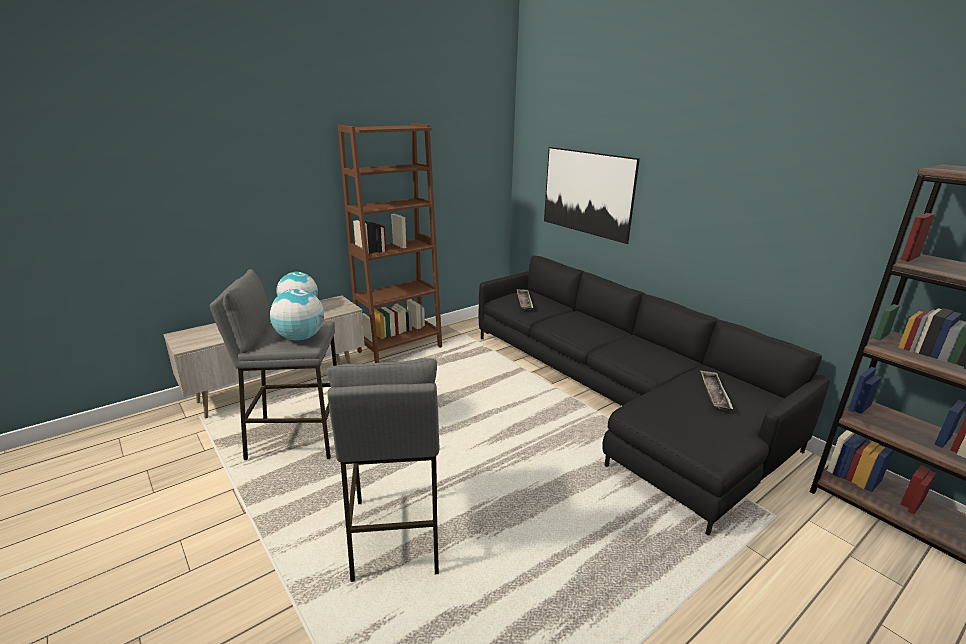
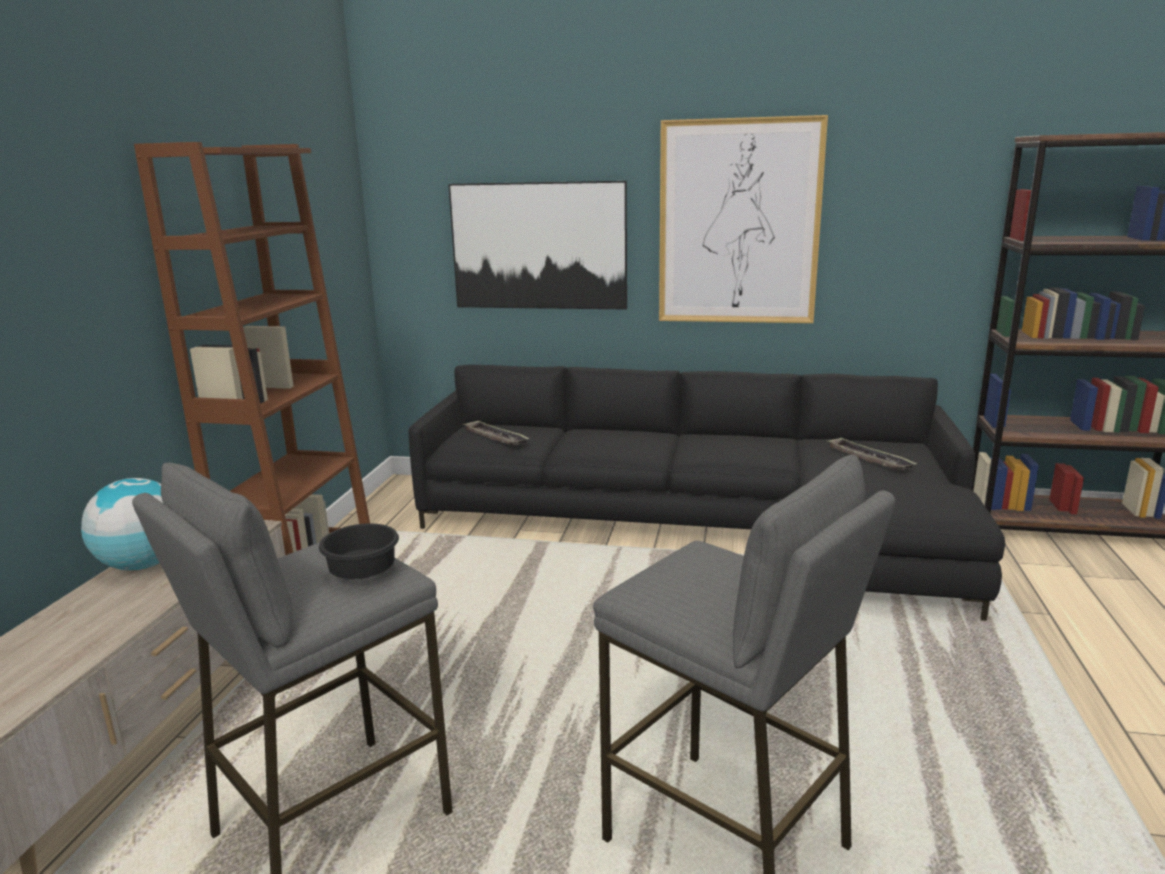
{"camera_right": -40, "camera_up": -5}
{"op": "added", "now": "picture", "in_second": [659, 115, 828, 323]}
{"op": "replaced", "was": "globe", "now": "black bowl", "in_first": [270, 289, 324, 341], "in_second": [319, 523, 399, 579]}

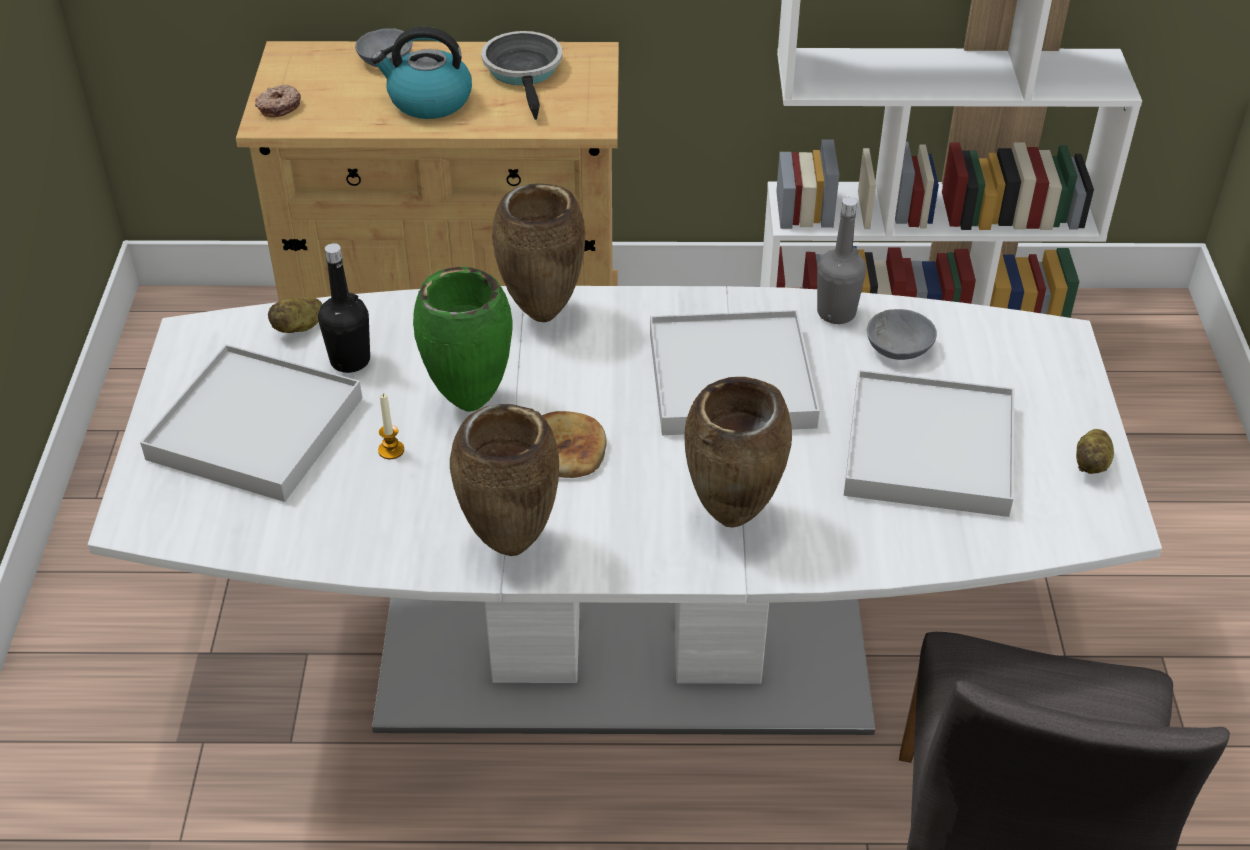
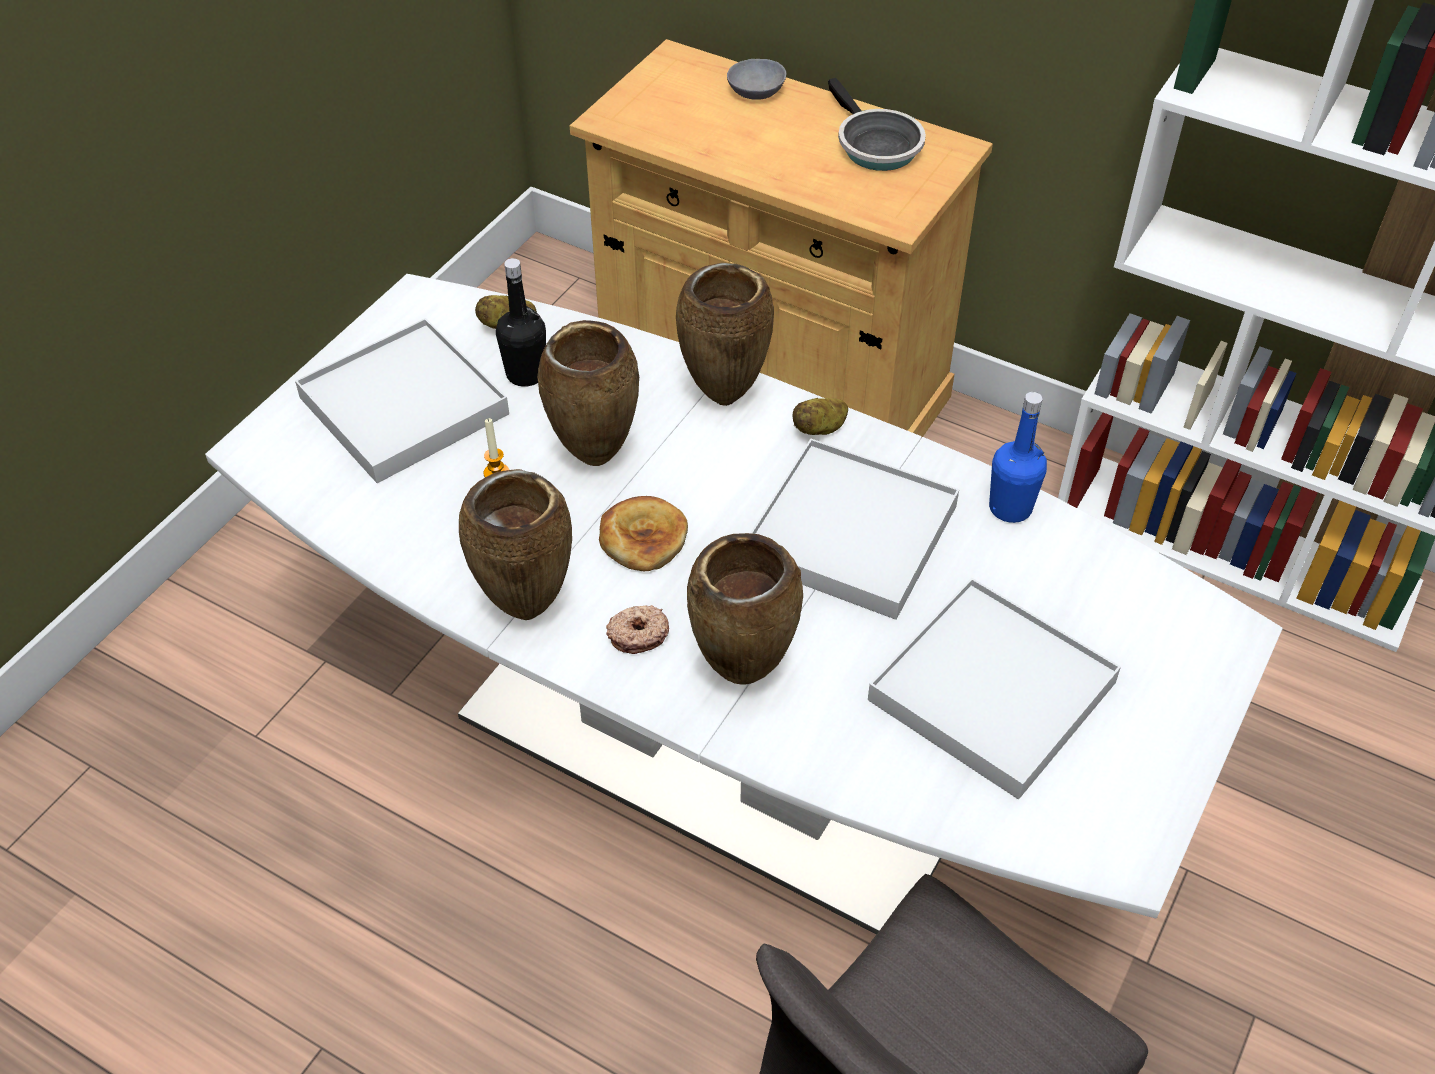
{"camera_right": 30, "camera_up": 5}
{"op": "removed", "was": "kettle", "in_first": [371, 27, 472, 119]}
{"op": "removed", "was": "grey bowl", "in_first": [867, 309, 937, 360]}
{"op": "moved", "was": "donut", "in_first": [255, 85, 301, 118], "in_second": [606, 605, 669, 654]}
{"op": "moved", "was": "potato", "in_first": [1076, 429, 1114, 474], "in_second": [793, 398, 848, 435]}
{"op": "recoloured", "was": "green vase", "now": "brown vase", "in_first": [413, 267, 513, 412], "in_second": [537, 320, 639, 466]}
{"op": "recoloured", "was": "grey bottle", "now": "blue bottle", "in_first": [817, 197, 866, 324], "in_second": [989, 392, 1047, 523]}
{"op": "turned", "was": "frying pan", "in_first": [481, 31, 562, 120], "in_second": [828, 78, 926, 171], "clockwise": 135}

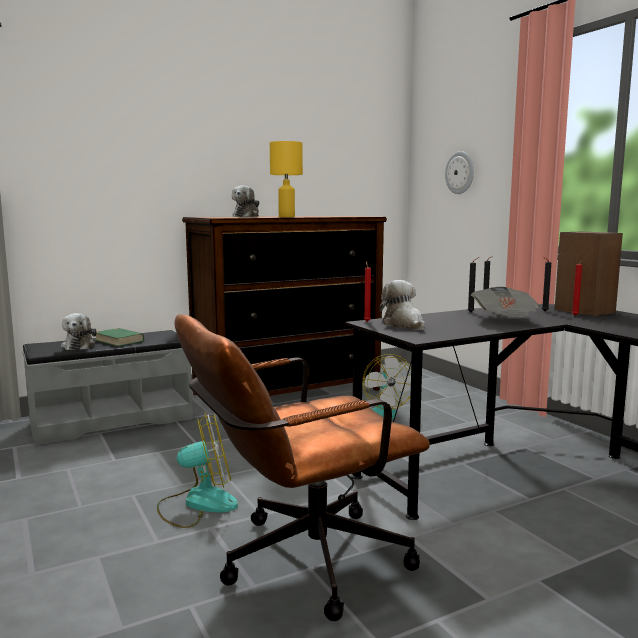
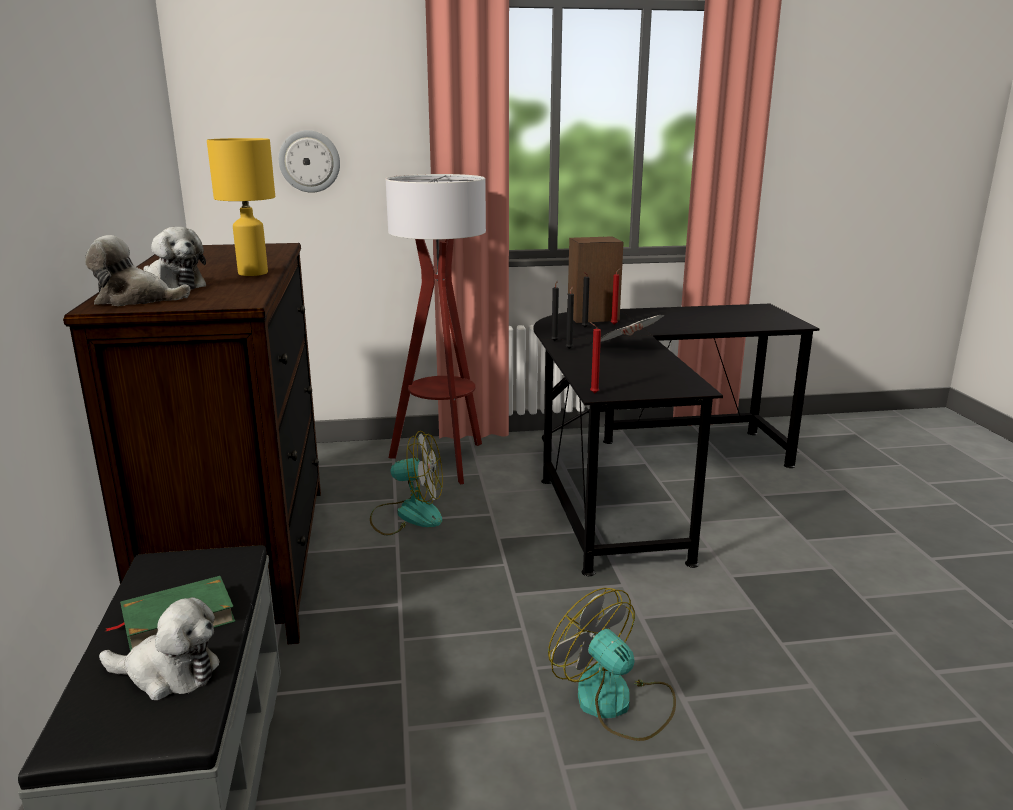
{"camera_right": -70, "camera_up": 10}
{"op": "removed", "was": "brown office chair", "in_first": [174, 314, 430, 621]}
{"op": "added", "now": "floor lamp", "in_second": [386, 174, 486, 484]}
{"op": "moved", "was": "plush toy", "in_first": [380, 280, 425, 330], "in_second": [85, 235, 191, 306]}
{"op": "turned", "was": "fan", "in_first": [157, 412, 238, 528], "in_second": [548, 588, 676, 741], "clockwise": -45}

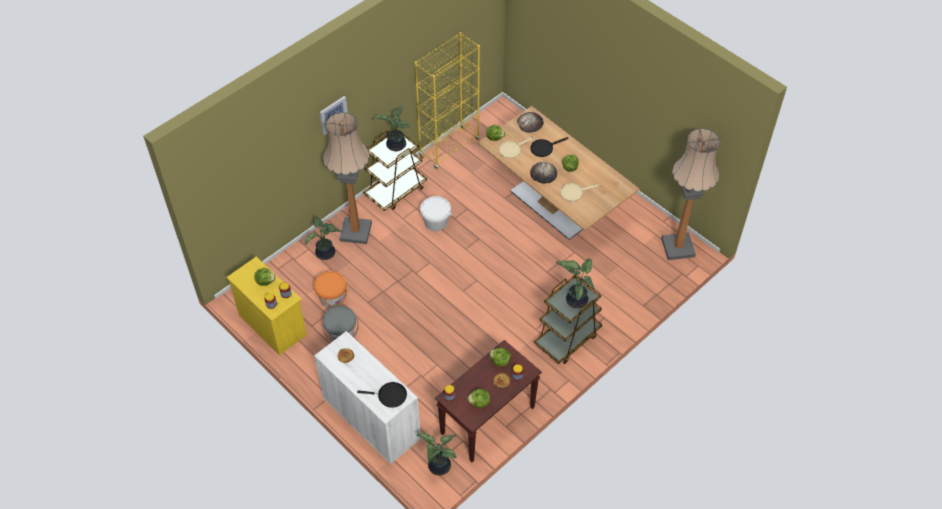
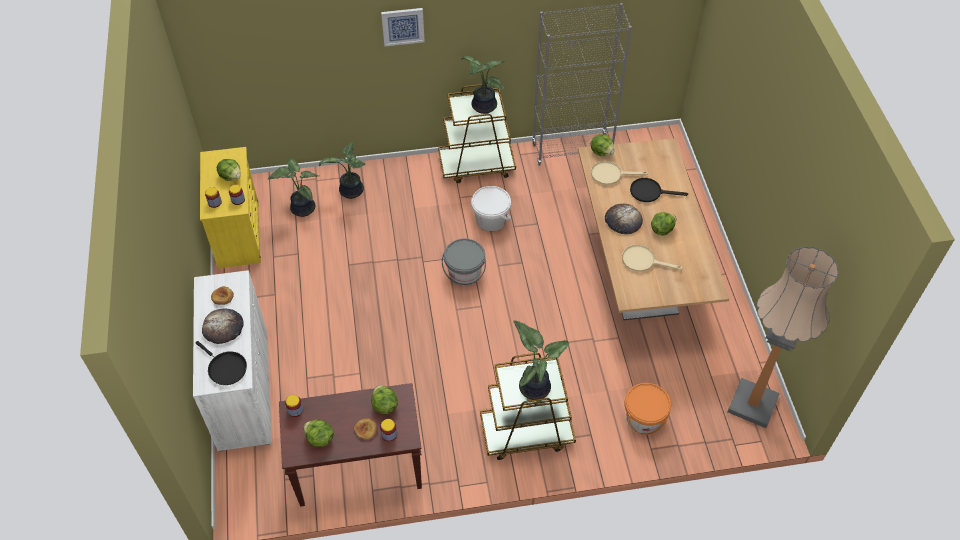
{"camera_right": 35, "camera_up": 0}
{"op": "removed", "was": "floor lamp", "in_first": [323, 112, 372, 244]}
{"op": "moved", "was": "orange bucket", "in_first": [314, 271, 347, 308], "in_second": [624, 383, 671, 435]}
{"op": "moved", "was": "grey bucket", "in_first": [323, 306, 359, 341], "in_second": [442, 239, 486, 286]}
{"op": "moved", "was": "potted plant", "in_first": [417, 433, 457, 475], "in_second": [268, 158, 319, 217]}
{"op": "moved", "was": "bread", "in_first": [517, 112, 544, 133], "in_second": [202, 308, 244, 344]}
{"op": "recoloured", "was": "yellow bookcase", "now": "grey bookcase", "in_first": [415, 32, 480, 170], "in_second": [532, 3, 632, 165]}

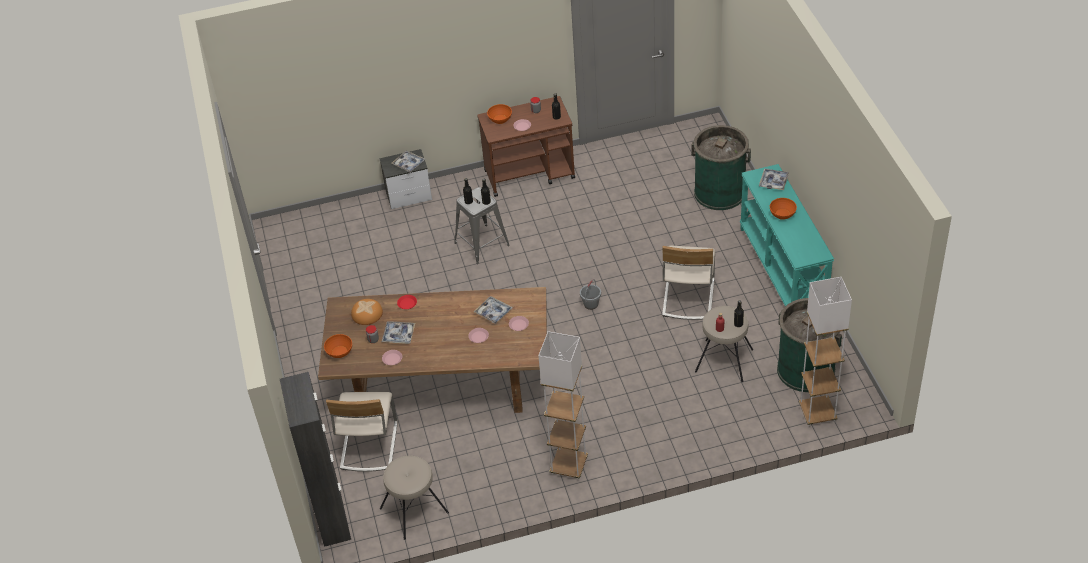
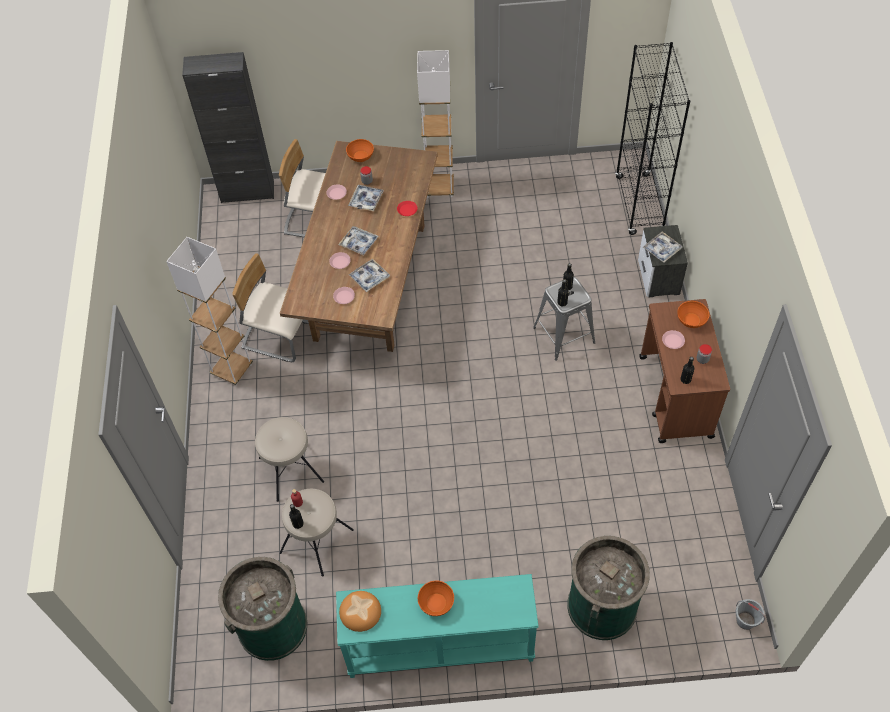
{"camera_right": 100, "camera_up": 10}
{"op": "added", "now": "black bookcase", "in_second": [615, 42, 690, 235]}
{"op": "moved", "was": "bread", "in_first": [351, 299, 383, 325], "in_second": [339, 591, 381, 632]}
{"op": "moved", "was": "beige stool", "in_first": [380, 456, 449, 540], "in_second": [255, 417, 324, 502]}
{"op": "moved", "was": "grey bucket", "in_first": [580, 279, 601, 310], "in_second": [735, 599, 765, 630]}
{"op": "moved", "was": "beige chair", "in_first": [662, 246, 716, 320], "in_second": [232, 253, 309, 362]}
{"op": "moved", "was": "tray", "in_first": [759, 168, 789, 190], "in_second": [338, 226, 379, 256]}
{"op": "moved", "was": "white floor lamp", "in_first": [799, 277, 852, 426], "in_second": [417, 50, 454, 198]}

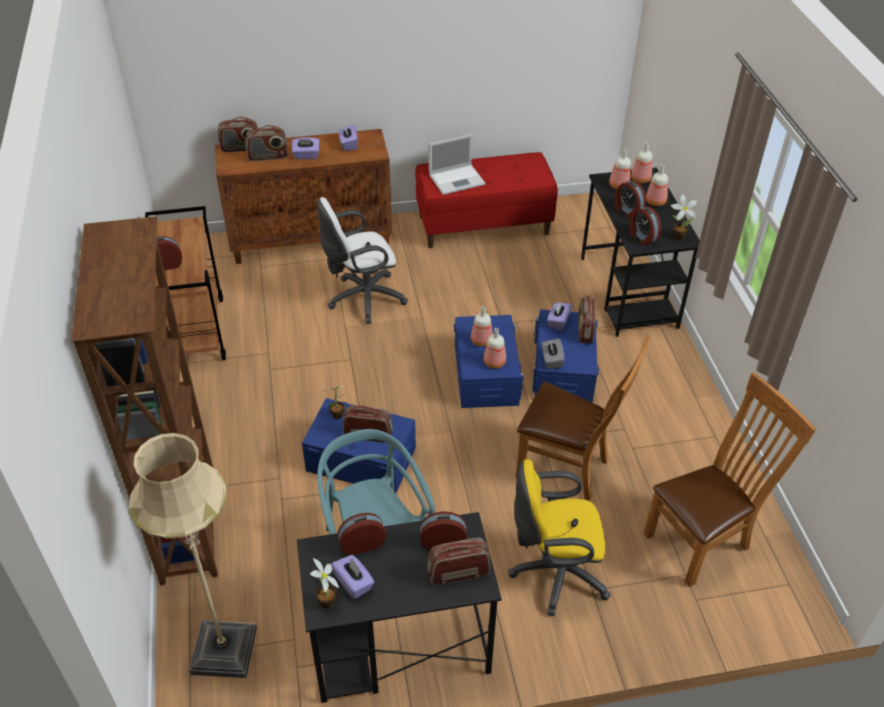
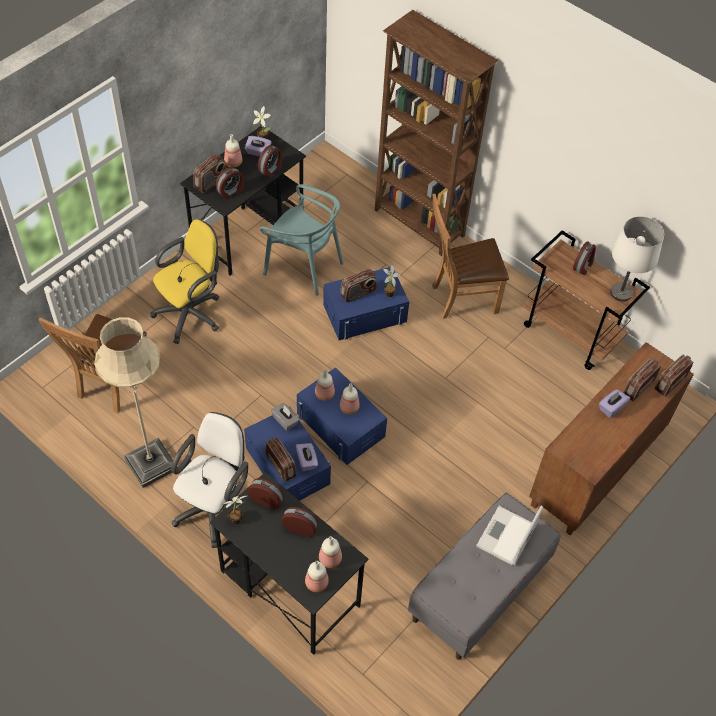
{"camera_right": 140, "camera_up": 10}
{"op": "removed", "was": "purple tissue box", "in_first": [338, 124, 358, 151]}
{"op": "added", "now": "white table lamp", "in_second": [610, 216, 664, 302]}
{"op": "moved", "was": "beige floor lamp", "in_first": [129, 433, 257, 678], "in_second": [94, 317, 178, 488]}
{"op": "moved", "was": "white office chair", "in_first": [317, 197, 408, 324], "in_second": [171, 412, 248, 548]}
{"op": "moved", "was": "brown chair", "in_first": [516, 335, 650, 501], "in_second": [432, 193, 509, 319]}
{"op": "moved", "was": "bottle", "in_first": [646, 164, 668, 206], "in_second": [224, 134, 242, 167]}
{"op": "recoloured", "was": "red bench", "now": "grey bench", "in_first": [415, 152, 558, 248], "in_second": [408, 493, 561, 660]}

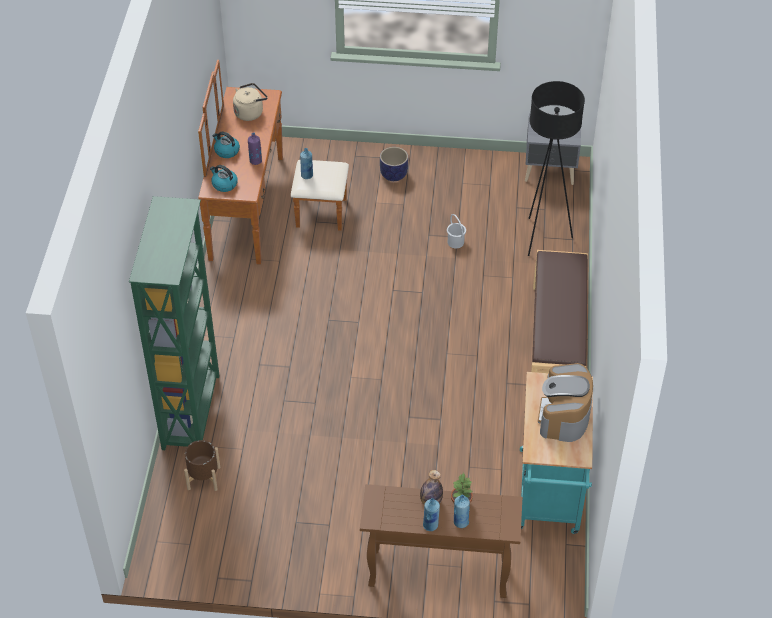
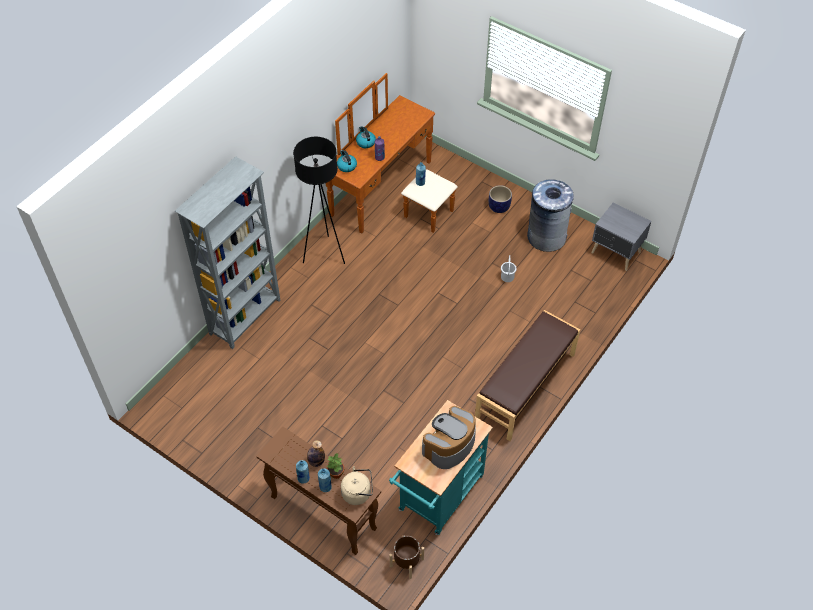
{"camera_right": 30, "camera_up": 5}
{"op": "added", "now": "grey trash can", "in_second": [527, 179, 574, 252]}
{"op": "moved", "was": "brown planter", "in_first": [184, 440, 220, 491], "in_second": [389, 535, 424, 579]}
{"op": "moved", "was": "beige kettle", "in_first": [233, 83, 268, 121], "in_second": [341, 466, 373, 505]}
{"op": "moved", "was": "black floor lamp", "in_first": [528, 81, 585, 256], "in_second": [293, 137, 345, 264]}
{"op": "recoloured", "was": "green bookcase", "now": "grey bookcase", "in_first": [129, 196, 220, 450], "in_second": [175, 156, 280, 349]}

